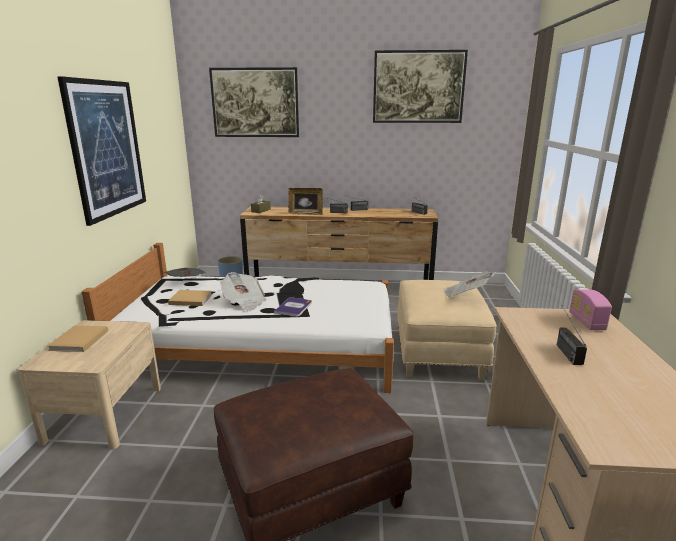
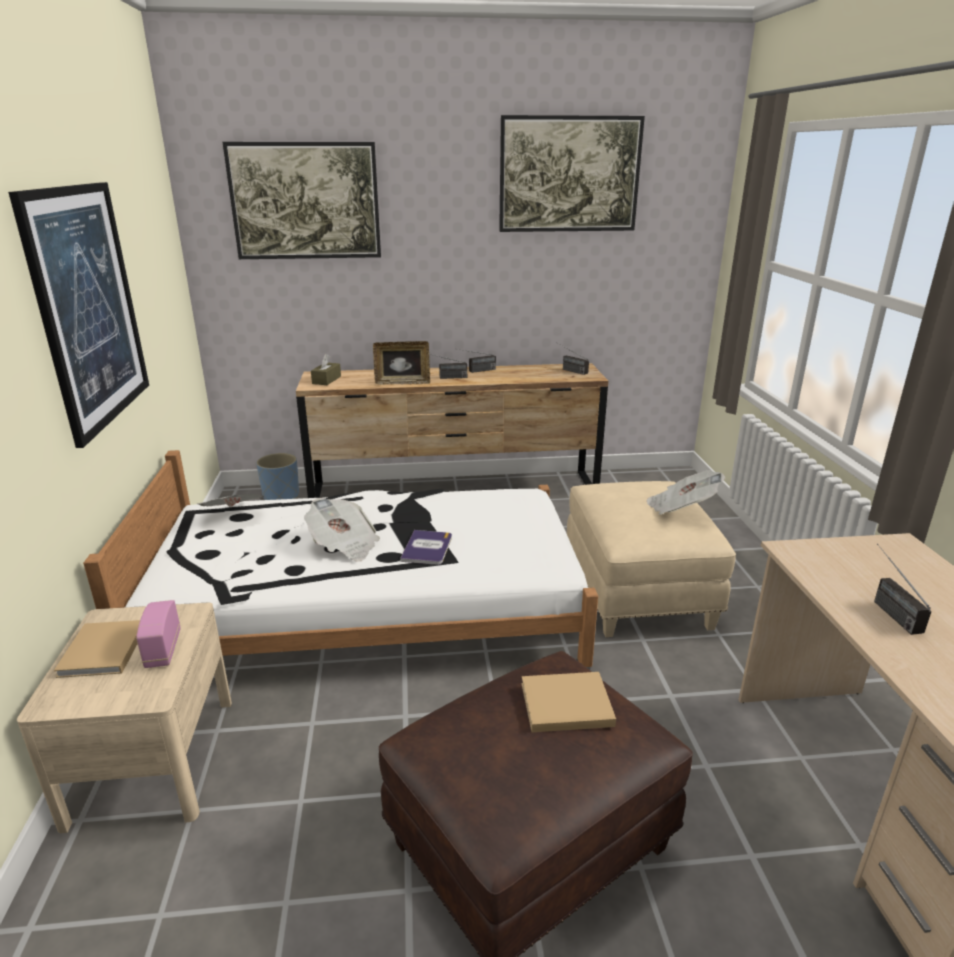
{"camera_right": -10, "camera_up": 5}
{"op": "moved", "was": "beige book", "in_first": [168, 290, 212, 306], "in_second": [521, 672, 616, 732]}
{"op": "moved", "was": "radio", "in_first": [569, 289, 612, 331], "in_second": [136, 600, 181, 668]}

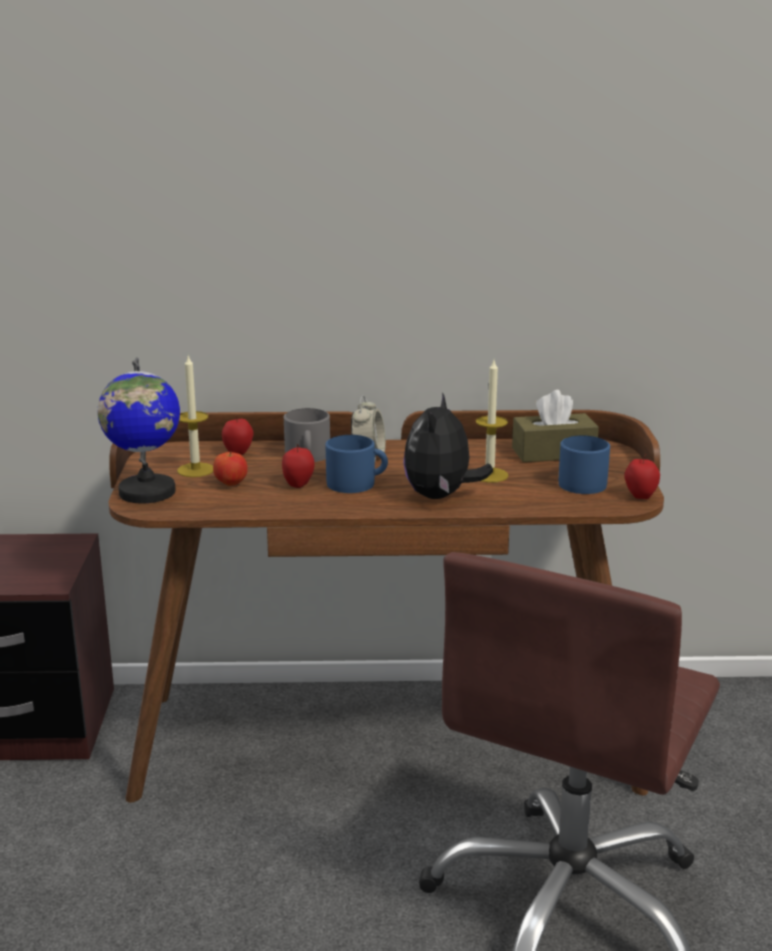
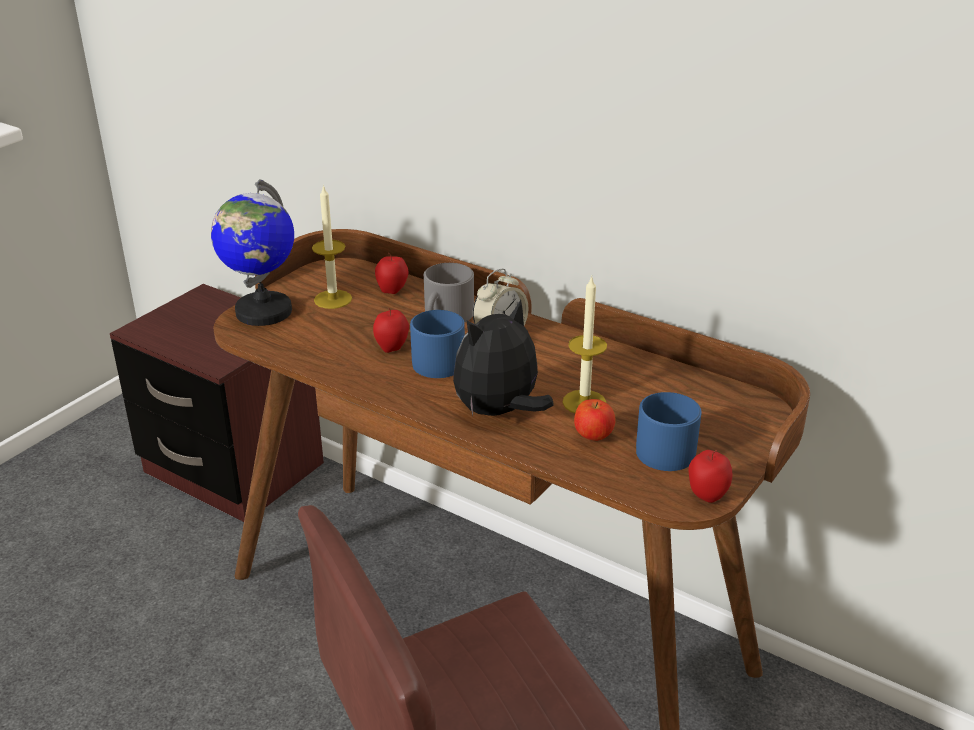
{"camera_right": 35, "camera_up": 10}
{"op": "removed", "was": "brown tissue box", "in_first": [512, 390, 599, 462]}
{"op": "moved", "was": "apple", "in_first": [213, 451, 248, 486], "in_second": [574, 399, 615, 441]}

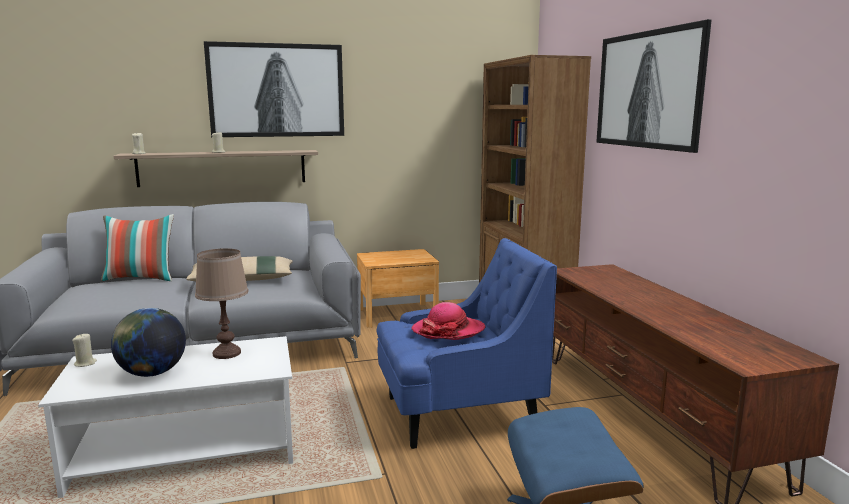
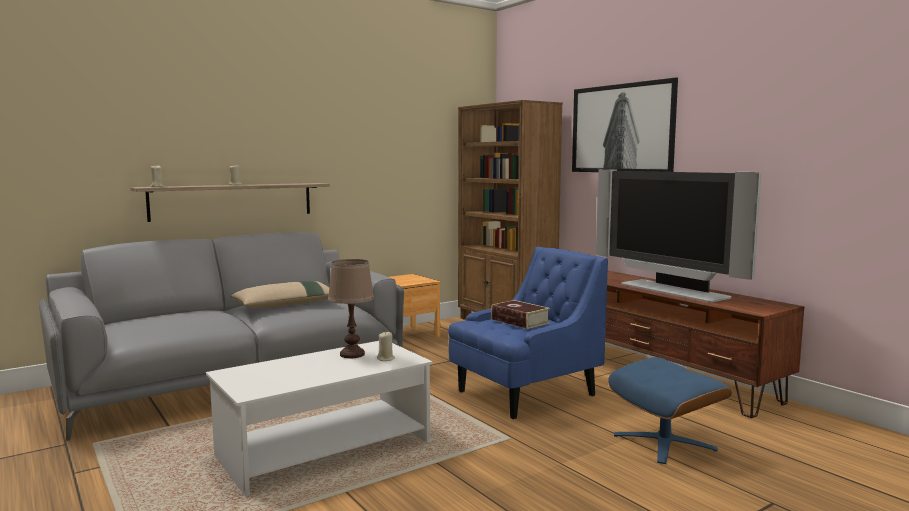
{"camera_right": -20, "camera_up": -5}
{"op": "removed", "was": "pillow", "in_first": [101, 214, 174, 281]}
{"op": "removed", "was": "globe", "in_first": [111, 308, 186, 377]}
{"op": "removed", "was": "picture", "in_first": [204, 41, 344, 137]}
{"op": "added", "now": "television", "in_second": [596, 169, 761, 303]}
{"op": "moved", "was": "beige candle", "in_first": [72, 333, 97, 367], "in_second": [377, 331, 395, 361]}
{"op": "replaced", "was": "hat", "now": "book", "in_first": [411, 302, 486, 340], "in_second": [491, 300, 550, 329]}

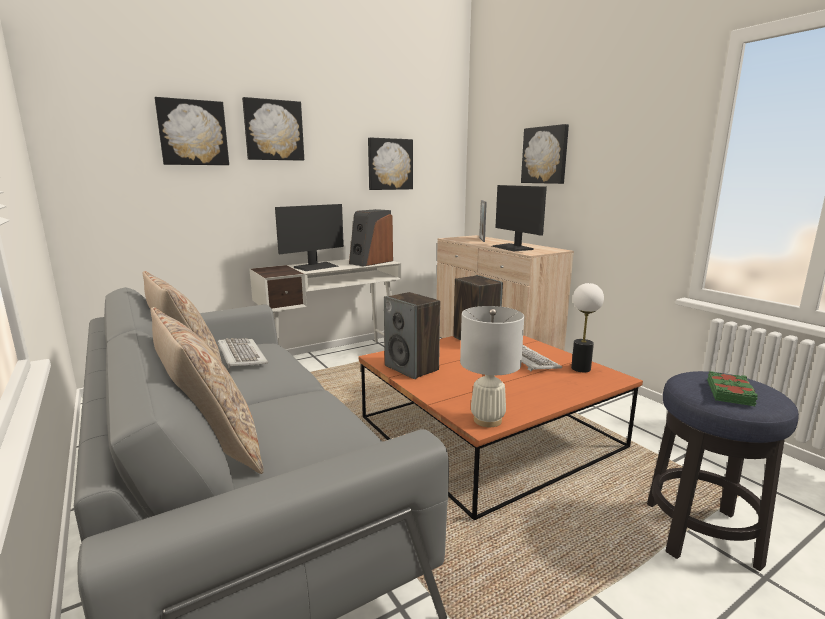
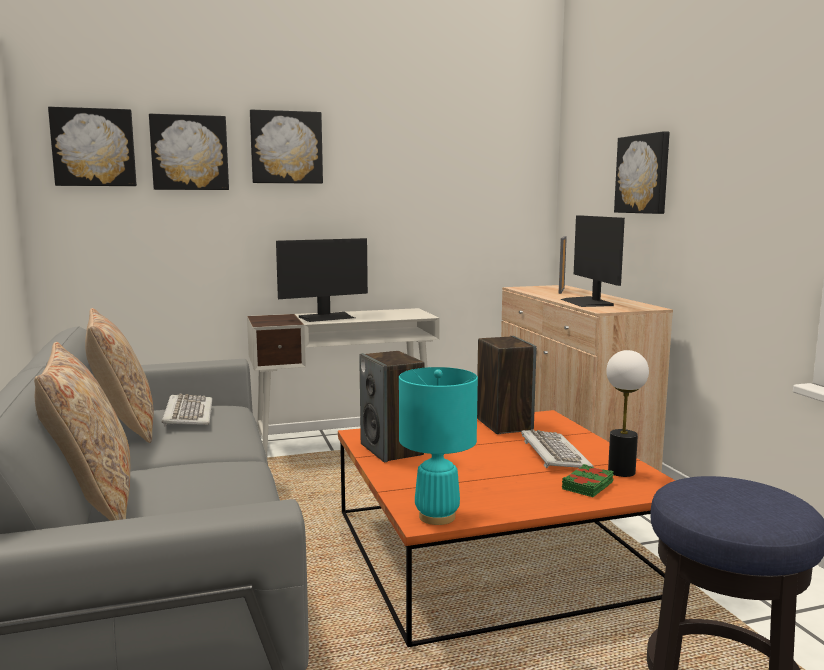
{"camera_right": 15, "camera_up": -5}
{"op": "removed", "was": "speaker", "in_first": [349, 209, 393, 267]}
{"op": "moved", "was": "picture", "in_first": [368, 137, 413, 190], "in_second": [48, 107, 137, 186]}
{"op": "moved", "was": "green book", "in_first": [707, 371, 758, 406], "in_second": [562, 464, 614, 497]}
{"op": "recoloured", "was": "white table lamp", "now": "turquoise table lamp", "in_first": [460, 306, 524, 427], "in_second": [399, 367, 478, 525]}

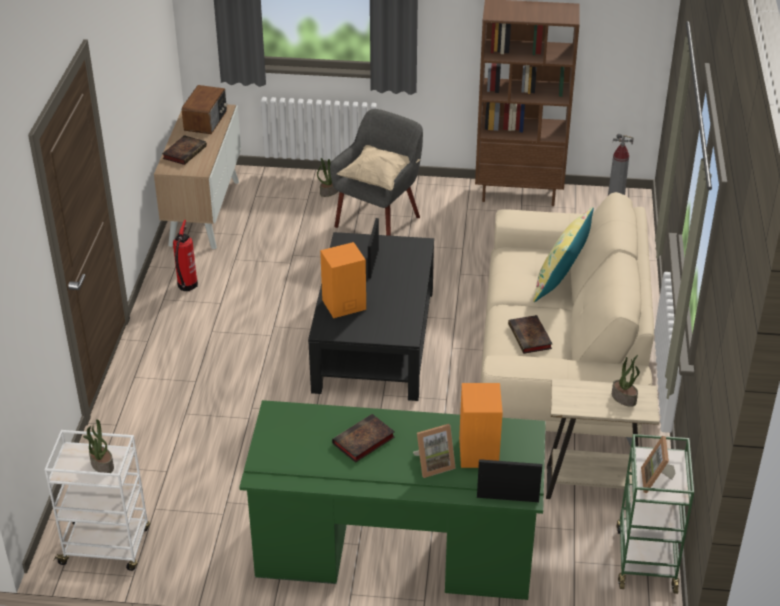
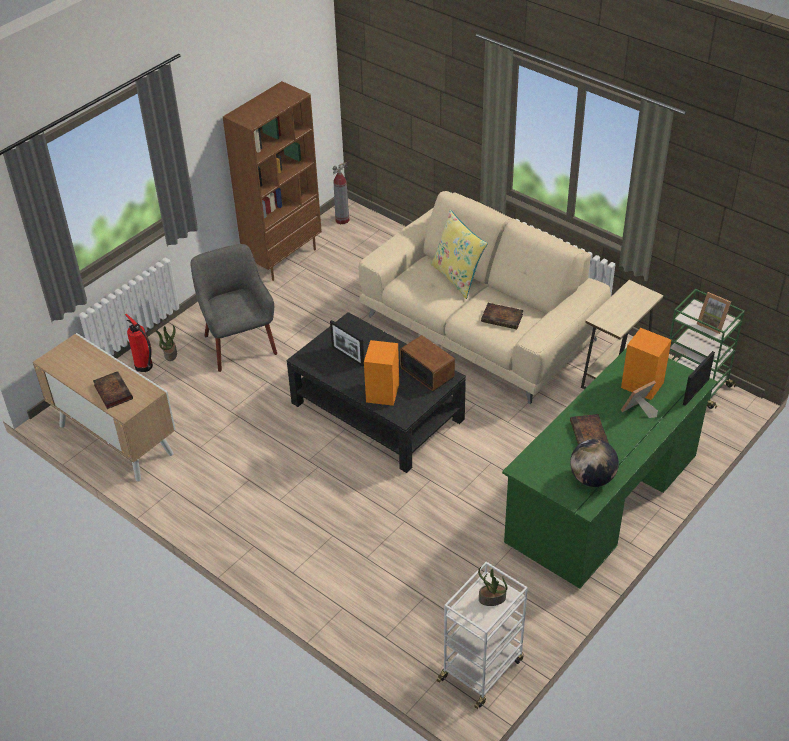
{"camera_right": -55, "camera_up": 5}
{"op": "removed", "was": "beige pillow", "in_first": [337, 145, 420, 191]}
{"op": "removed", "was": "potted plant", "in_first": [612, 355, 640, 407]}
{"op": "added", "now": "globe", "in_second": [570, 439, 619, 487]}
{"op": "moved", "was": "fire extinguisher", "in_first": [173, 220, 198, 291], "in_second": [125, 314, 153, 372]}
{"op": "moved", "was": "radio", "in_first": [182, 85, 227, 134], "in_second": [400, 335, 455, 391]}
{"op": "turned", "was": "picture frame", "in_first": [413, 424, 456, 478], "in_second": [621, 381, 658, 418], "clockwise": -135}

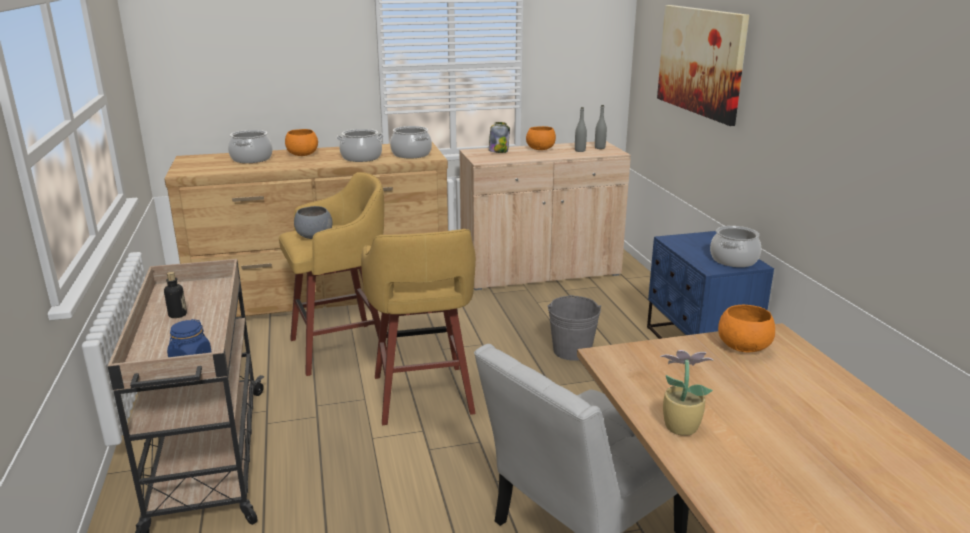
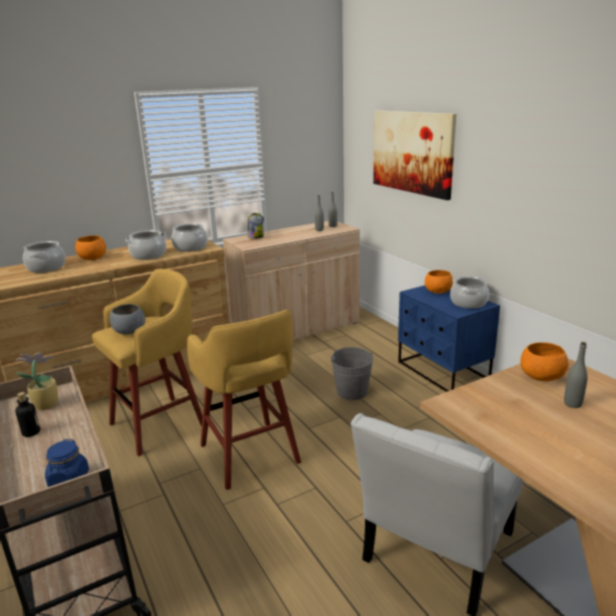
{"camera_right": -15, "camera_up": 0}
{"op": "added", "now": "grey bottle", "in_second": [564, 342, 588, 408]}
{"op": "moved", "was": "orange bowl", "in_first": [526, 126, 556, 150], "in_second": [425, 270, 453, 294]}
{"op": "moved", "was": "potted plant", "in_first": [660, 350, 714, 436], "in_second": [16, 353, 58, 410]}

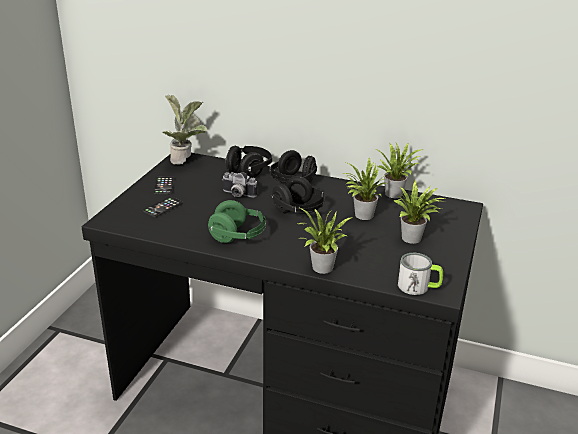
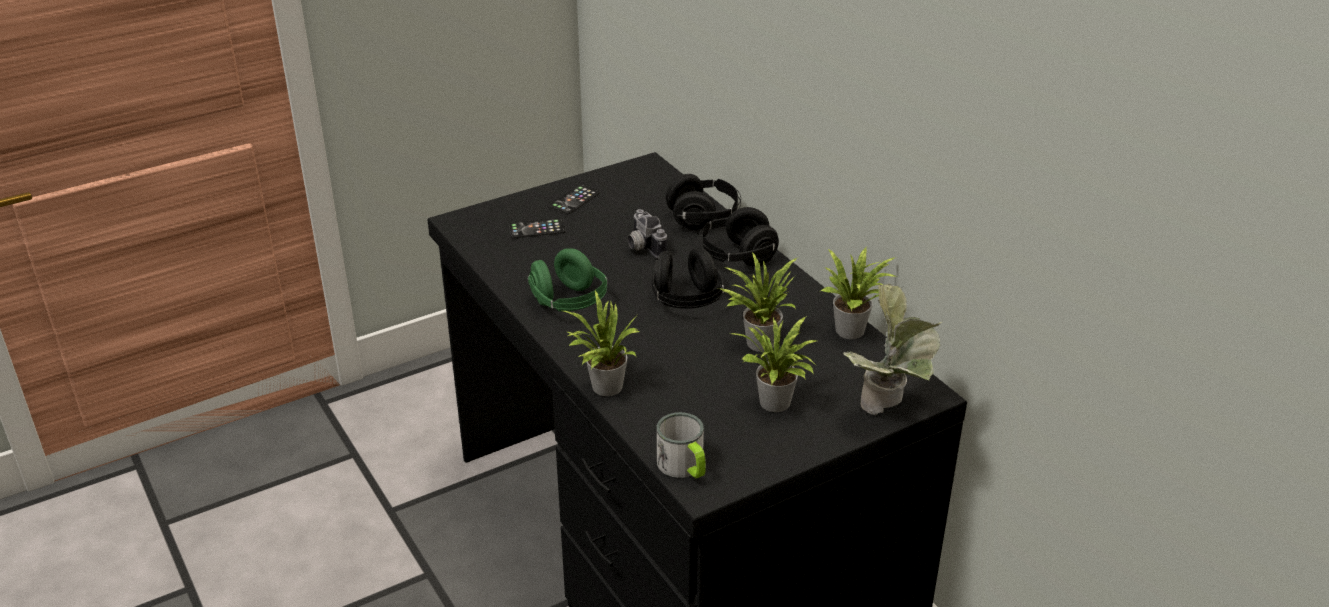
{"camera_right": 40, "camera_up": 5}
{"op": "moved", "was": "potted plant", "in_first": [162, 95, 207, 165], "in_second": [843, 283, 943, 415]}

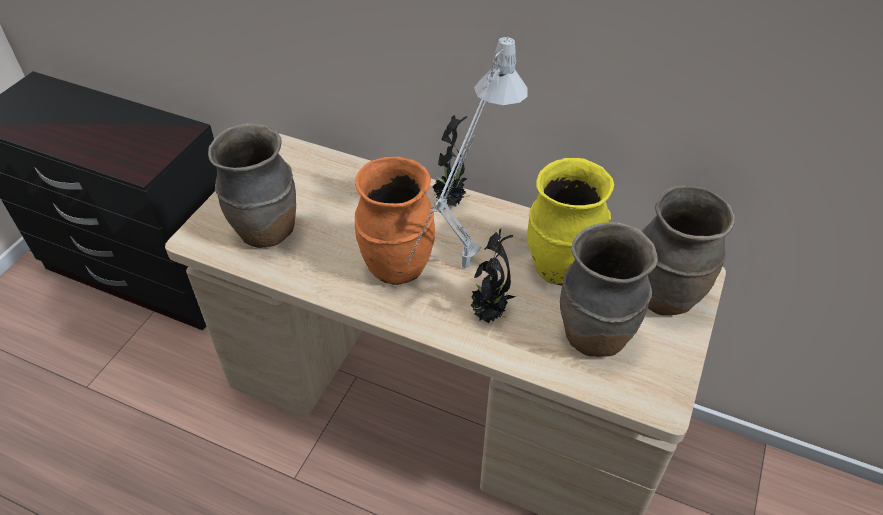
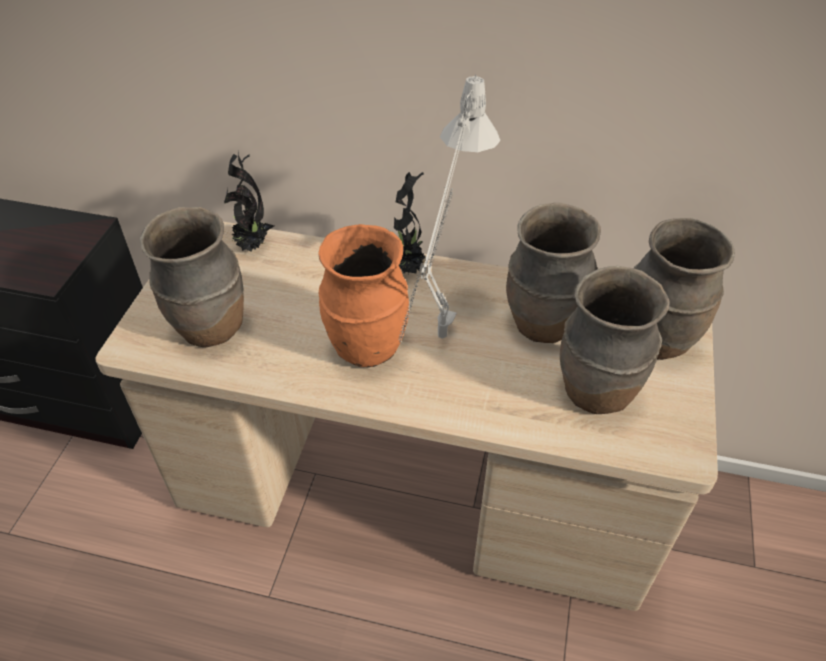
{"camera_right": -10, "camera_up": 0}
{"op": "moved", "was": "potted plant", "in_first": [470, 229, 516, 323], "in_second": [224, 151, 274, 252]}
{"op": "recoloured", "was": "yellow vase", "now": "brown vase", "in_first": [527, 158, 614, 286], "in_second": [506, 203, 601, 343]}

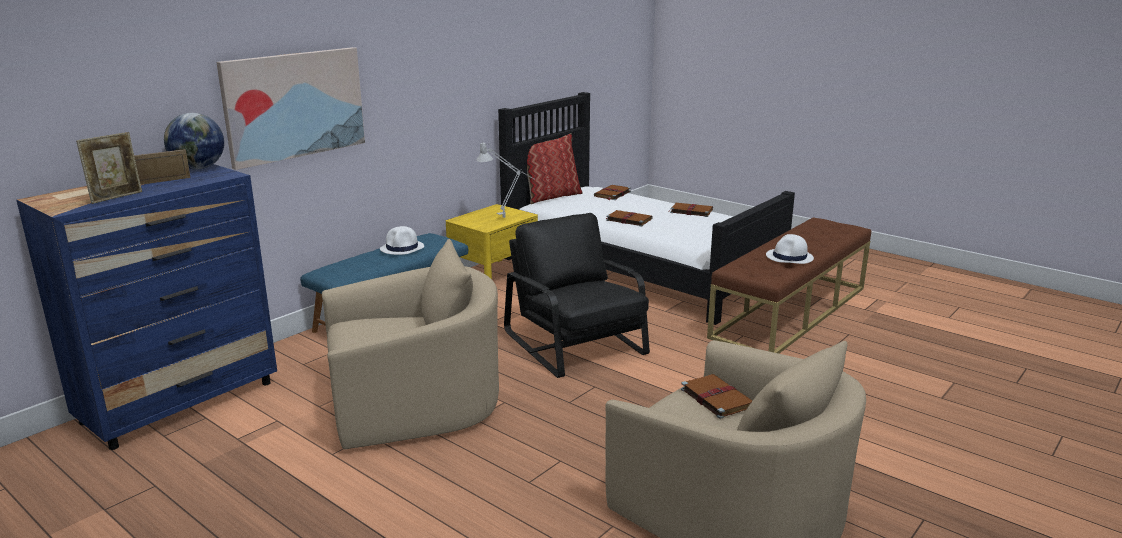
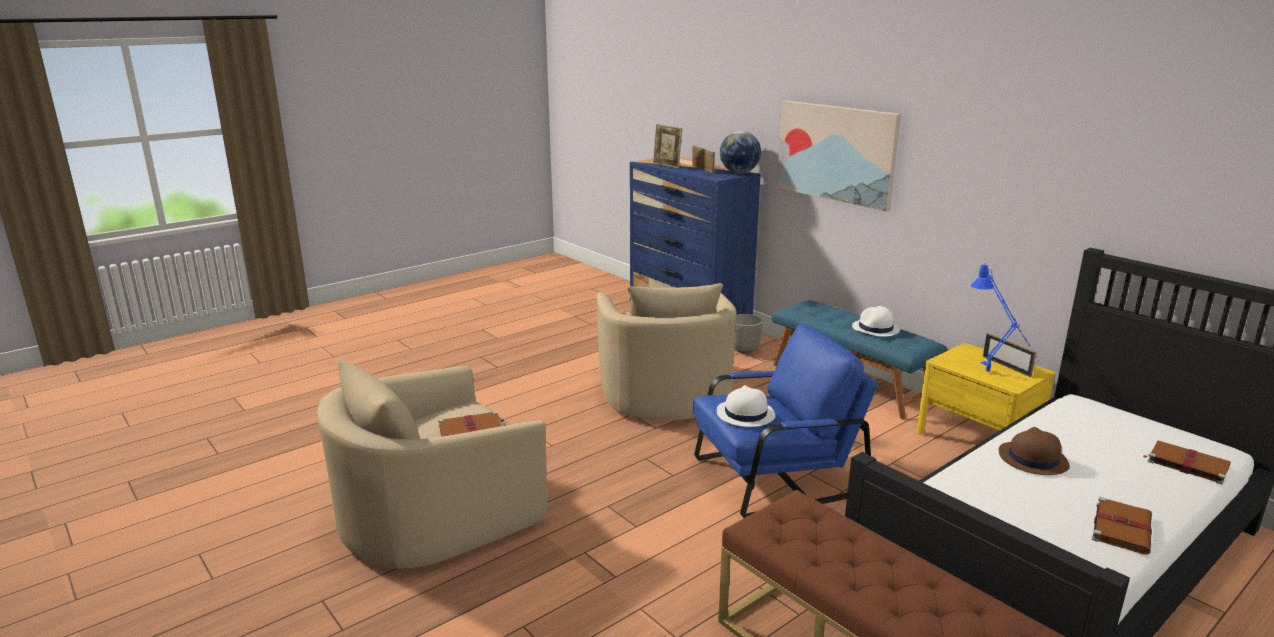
{"camera_right": 100, "camera_up": 0}
{"op": "removed", "was": "pillow", "in_first": [518, 133, 583, 204]}
{"op": "added", "now": "planter", "in_second": [734, 314, 763, 353]}
{"op": "added", "now": "picture frame", "in_second": [983, 333, 1036, 377]}
{"op": "moved", "was": "white hat", "in_first": [766, 234, 814, 264], "in_second": [717, 385, 775, 427]}
{"op": "replaced", "was": "brown book", "now": "brown hat", "in_first": [606, 210, 653, 227], "in_second": [999, 427, 1070, 475]}
{"op": "recoloured", "was": "grey table lamp", "now": "blue table lamp", "in_first": [477, 143, 535, 218], "in_second": [971, 263, 1031, 372]}
{"op": "recoloured", "was": "black armchair", "now": "blue armchair", "in_first": [504, 213, 650, 378], "in_second": [693, 324, 878, 518]}

